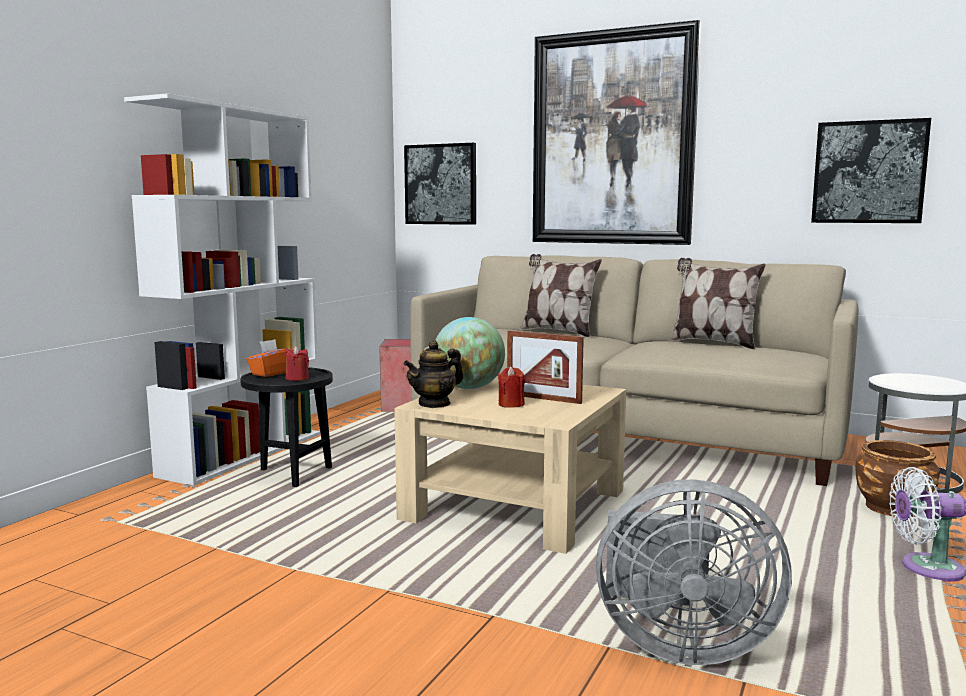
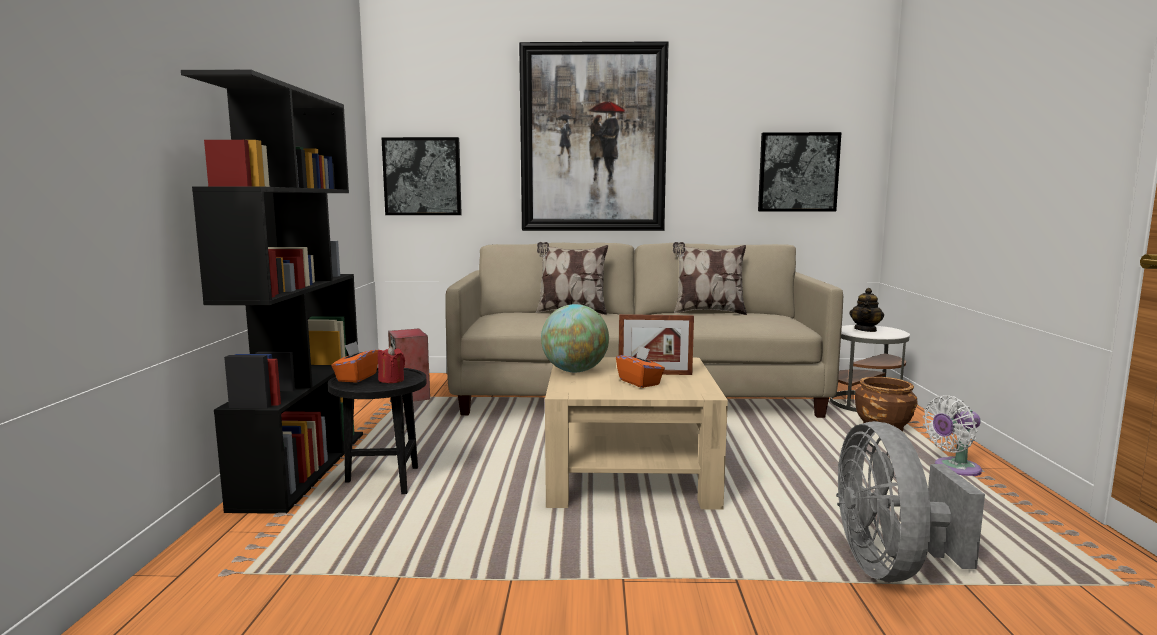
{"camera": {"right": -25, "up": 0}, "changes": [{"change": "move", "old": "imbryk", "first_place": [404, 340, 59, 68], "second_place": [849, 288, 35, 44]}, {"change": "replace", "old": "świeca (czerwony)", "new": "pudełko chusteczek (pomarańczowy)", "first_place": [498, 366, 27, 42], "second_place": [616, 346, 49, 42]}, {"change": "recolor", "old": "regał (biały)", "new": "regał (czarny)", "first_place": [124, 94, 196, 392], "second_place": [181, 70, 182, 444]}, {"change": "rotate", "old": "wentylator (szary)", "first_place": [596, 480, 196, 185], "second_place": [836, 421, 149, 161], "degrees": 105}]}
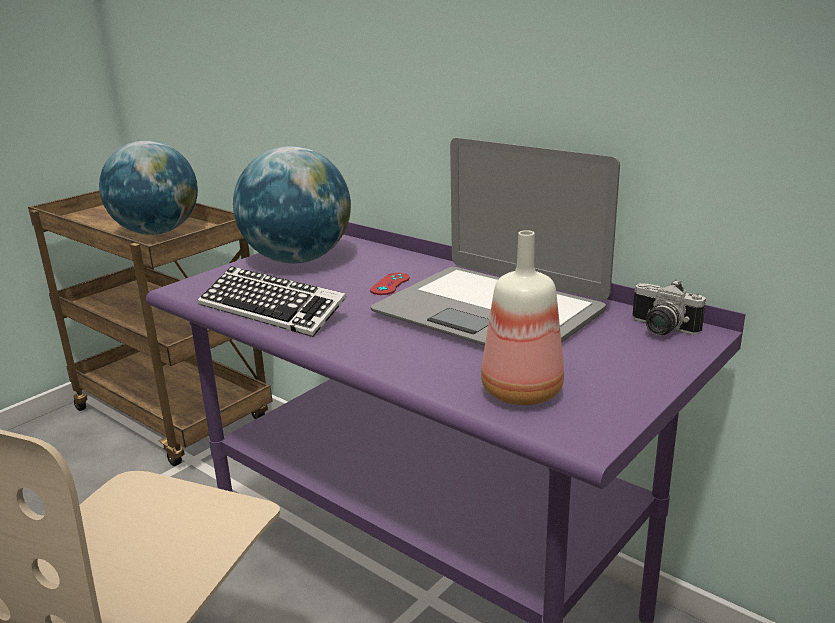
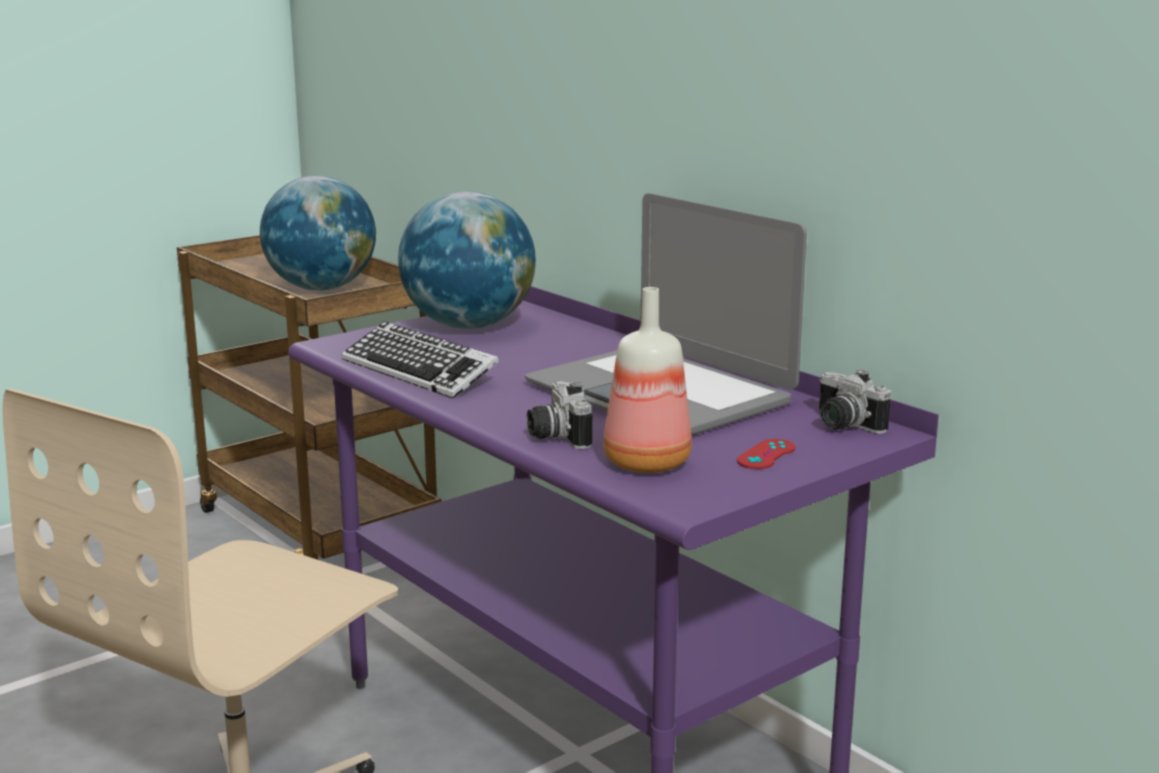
{"camera": {"right": 10, "up": -5}, "changes": [{"change": "insert", "new": "aparat fotograficzny", "second_place": [527, 381, 65, 68]}, {"change": "move", "old": "pad do gier (czerwony)", "first_place": [370, 273, 40, 22], "second_place": [737, 439, 58, 30]}]}
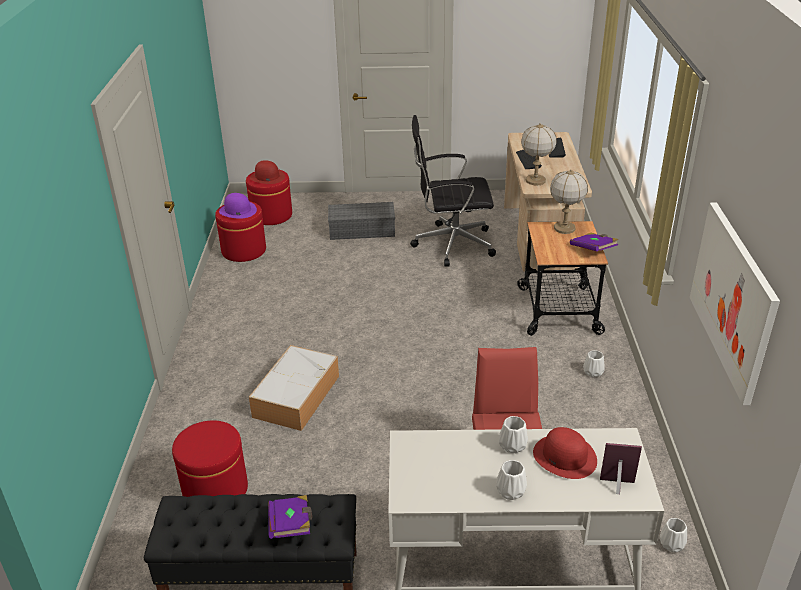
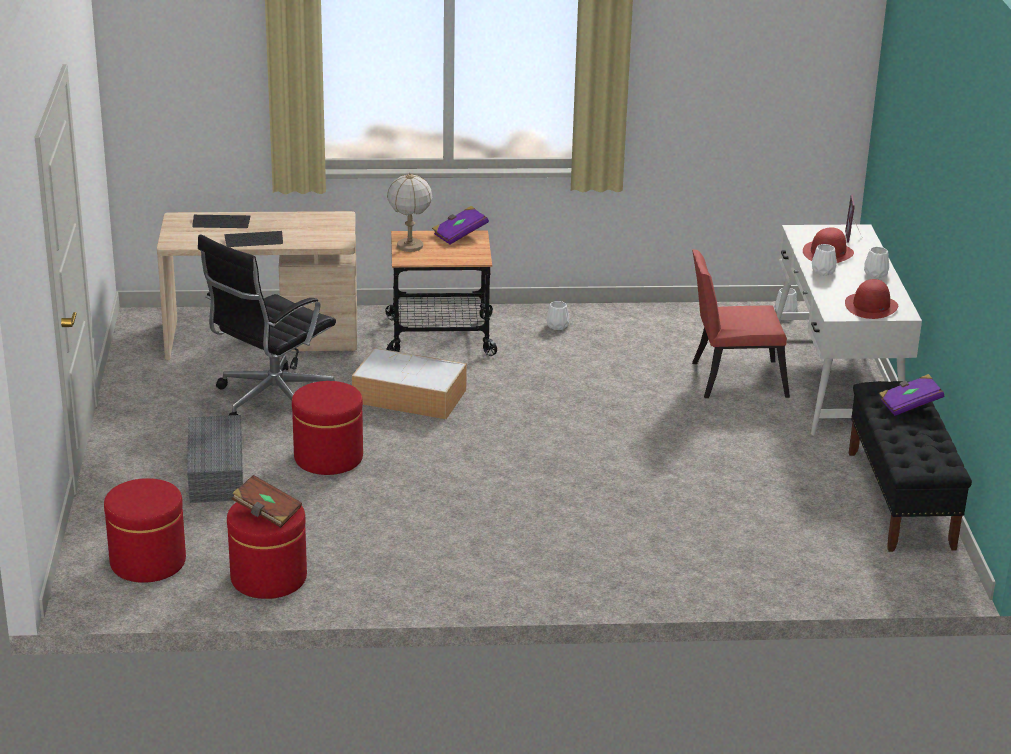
{"camera": {"right": -95, "up": -5}, "changes": [{"change": "delete", "old": "lampa stołowa", "first_place": [521, 123, 35, 62]}, {"change": "delete", "old": "obraz", "first_place": [690, 203, 90, 202]}, {"change": "move", "old": "pufa (czerwony)", "first_place": [172, 420, 76, 77], "second_place": [292, 381, 71, 94]}, {"change": "move", "old": "pojemnik do przechowywania", "first_place": [249, 345, 90, 86], "second_place": [352, 348, 115, 71]}, {"change": "move", "old": "kapelusz (czerwony)", "first_place": [250, 160, 35, 24], "second_place": [845, 279, 53, 40]}, {"change": "replace", "old": "kapelusz (fioletowy)", "new": "książka (brązowy)", "first_place": [219, 193, 38, 26], "second_place": [232, 475, 70, 53]}, {"change": "rotate", "old": "krzesło biurowe (czarny)", "first_place": [410, 115, 86, 152], "second_place": [198, 234, 138, 181], "degrees": 45}]}
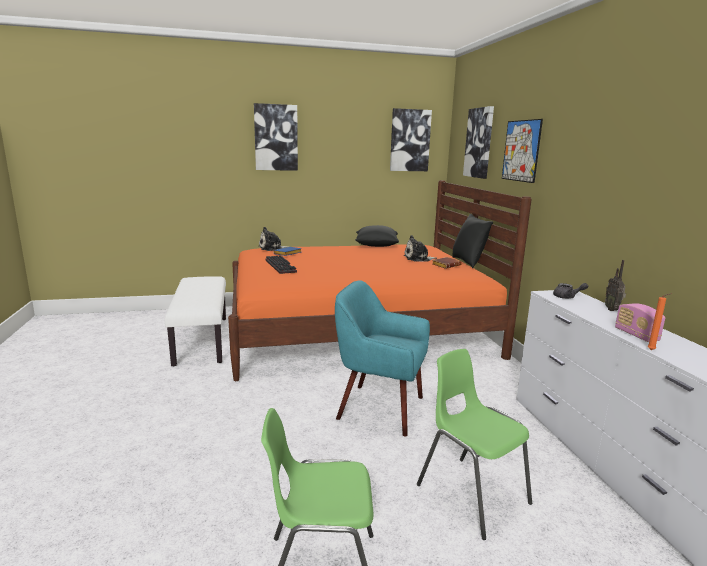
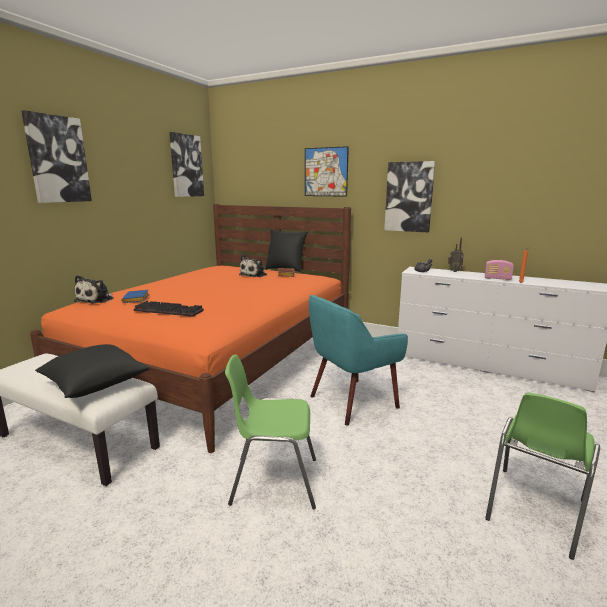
{"camera": {"right": -50, "up": 0}, "changes": [{"change": "move", "old": "poduszka (czarny)", "first_place": [355, 225, 44, 22], "second_place": [35, 344, 114, 54]}, {"change": "move", "old": "krzesło (zielony)", "first_place": [417, 349, 115, 191], "second_place": [225, 354, 91, 156]}, {"change": "move", "old": "obraz", "first_place": [463, 106, 31, 73], "second_place": [384, 161, 51, 71]}]}
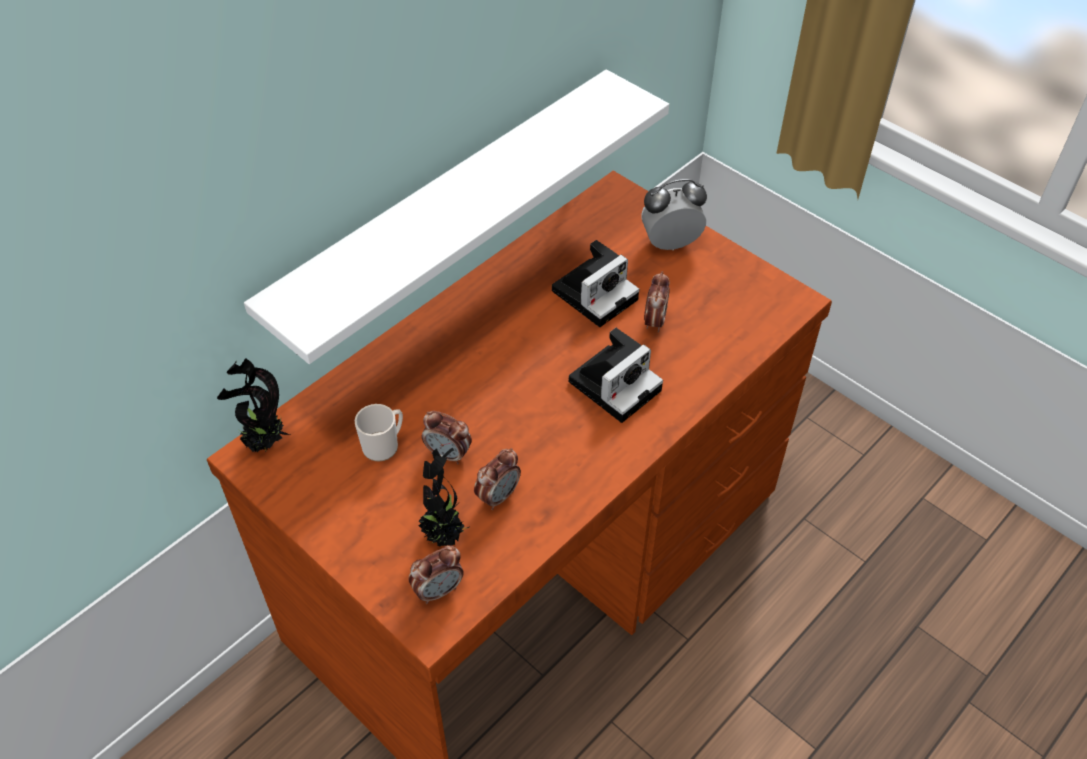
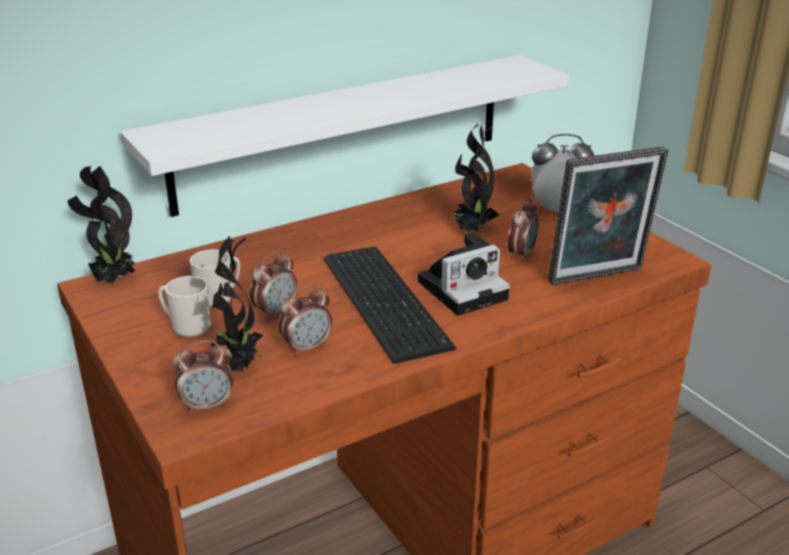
{"camera": {"right": 15, "up": -20}, "changes": [{"change": "insert", "new": "kubek", "second_place": [158, 276, 53, 61]}, {"change": "insert", "new": "klawiatura", "second_place": [324, 246, 132, 118]}, {"change": "insert", "new": "ramka na zdjęcie", "second_place": [548, 146, 120, 139]}, {"change": "replace", "old": "aparat fotograficzny", "new": "roślina doniczkowa", "first_place": [552, 240, 87, 87], "second_place": [454, 124, 45, 108]}, {"change": "rotate", "old": "budzik", "first_place": [422, 411, 50, 53], "second_place": [250, 251, 47, 70], "degrees": -90}]}
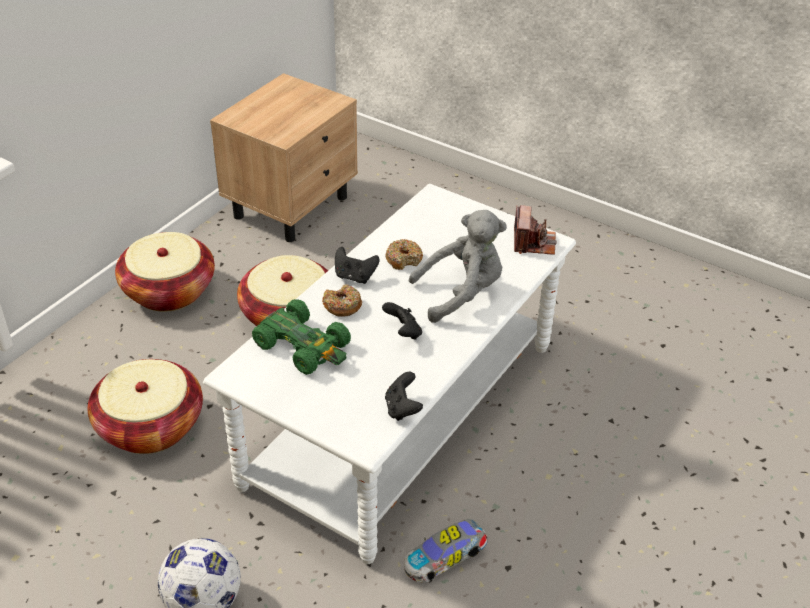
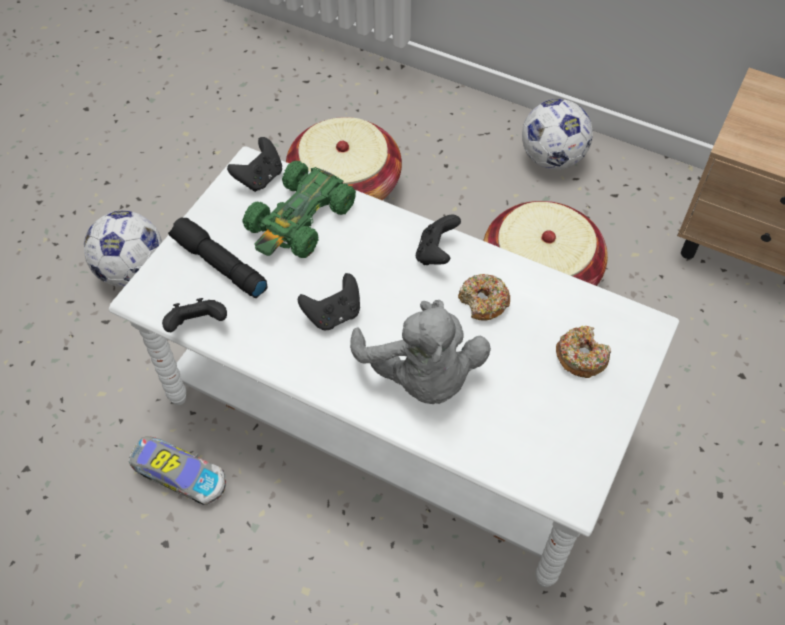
{"camera": {"right": 85, "up": 15}, "changes": [{"change": "delete", "old": "aparat fotograficzny", "first_place": [514, 205, 42, 50]}, {"change": "insert", "new": "latarka (czarny)", "second_place": [168, 218, 99, 80]}, {"change": "insert", "new": "pad do gier (czarny)", "second_place": [227, 137, 55, 55]}, {"change": "move", "old": "donut", "first_place": [322, 284, 40, 33], "second_place": [556, 325, 55, 53]}, {"change": "replace", "old": "koszyk", "new": "piłka futbolowa", "first_place": [115, 232, 100, 79], "second_place": [522, 99, 71, 71]}, {"change": "rotate", "old": "samochodzik", "first_place": [404, 519, 84, 63], "second_place": [129, 436, 97, 69], "degrees": 150}]}
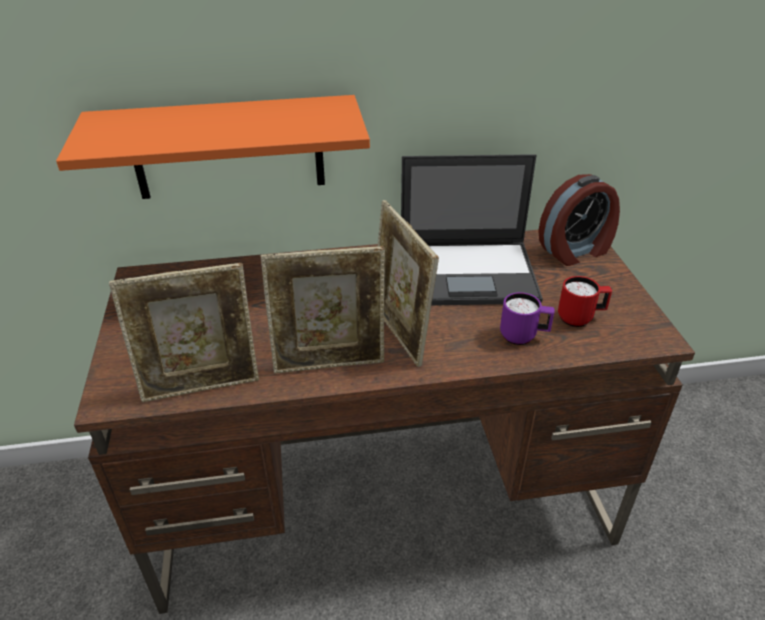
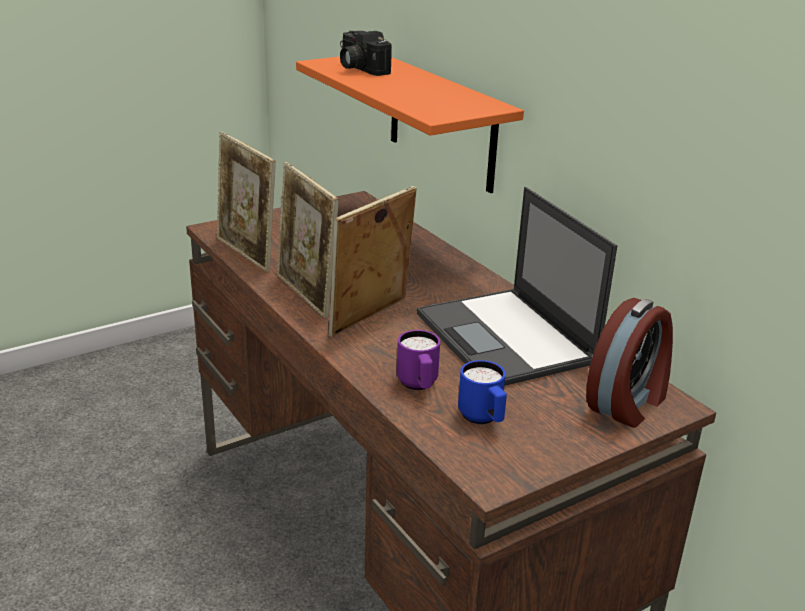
{"camera": {"right": 65, "up": -10}, "changes": [{"change": "insert", "new": "aparat fotograficzny", "second_place": [340, 31, 52, 45]}, {"change": "recolor", "old": "kubek (czerwony)", "new": "kubek (niebieski)", "first_place": [558, 276, 54, 51], "second_place": [458, 360, 49, 64]}, {"change": "rotate", "old": "budzik", "first_place": [538, 174, 82, 92], "second_place": [586, 298, 87, 130], "degrees": -90}]}
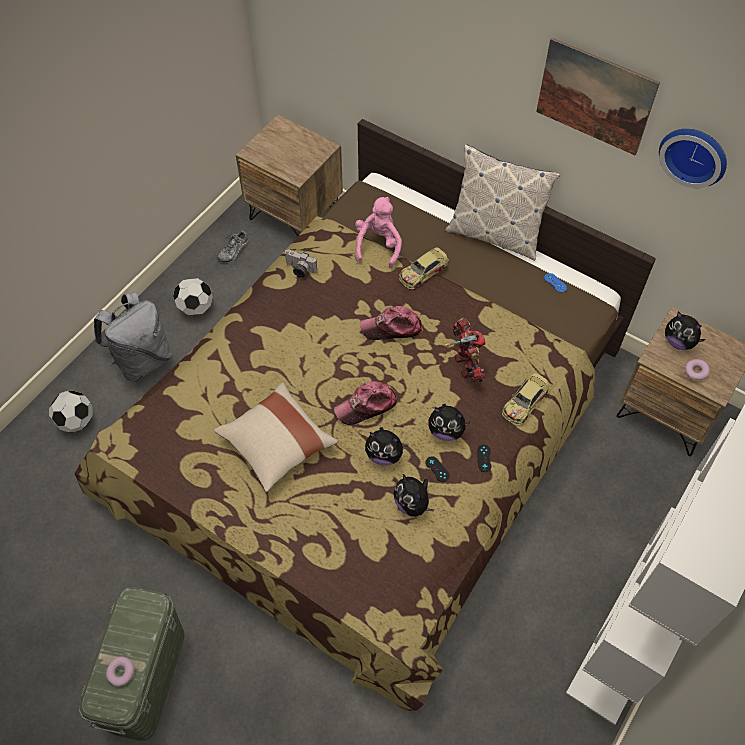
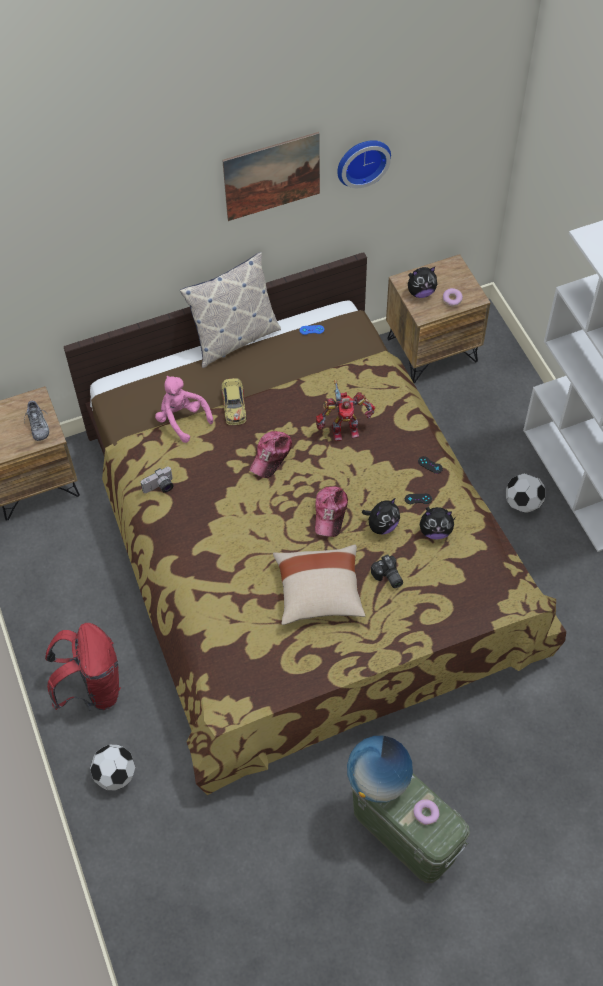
{"camera": {"right": -55, "up": 0}, "changes": [{"change": "delete", "old": "pluszak", "first_place": [428, 404, 43, 37]}, {"change": "delete", "old": "samochodzik", "first_place": [502, 373, 48, 52]}, {"change": "insert", "new": "globus", "second_place": [347, 736, 66, 67]}, {"change": "insert", "new": "aparat fotograficzny", "second_place": [371, 555, 32, 33]}, {"change": "move", "old": "piłka futbolowa", "first_place": [173, 278, 40, 38], "second_place": [506, 473, 39, 40]}, {"change": "move", "old": "but", "first_place": [217, 231, 32, 32], "second_place": [24, 399, 25, 42]}, {"change": "recolor", "old": "plecak (szary)", "new": "plecak (czerwony)", "first_place": [94, 292, 78, 90], "second_place": [45, 623, 76, 88]}, {"change": "rotate", "old": "robot zabawkowy", "first_place": [444, 318, 41, 64], "second_place": [316, 380, 59, 61], "degrees": 150}]}
